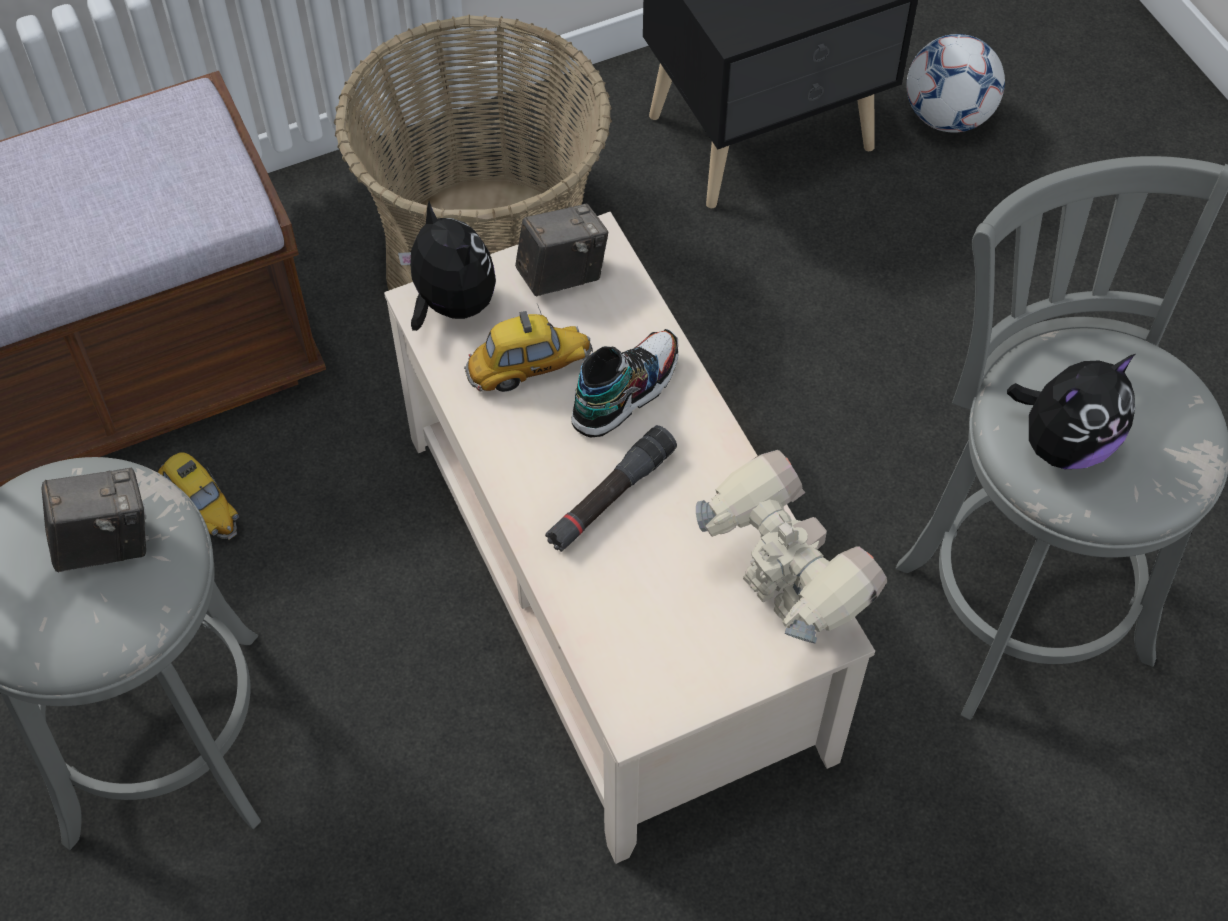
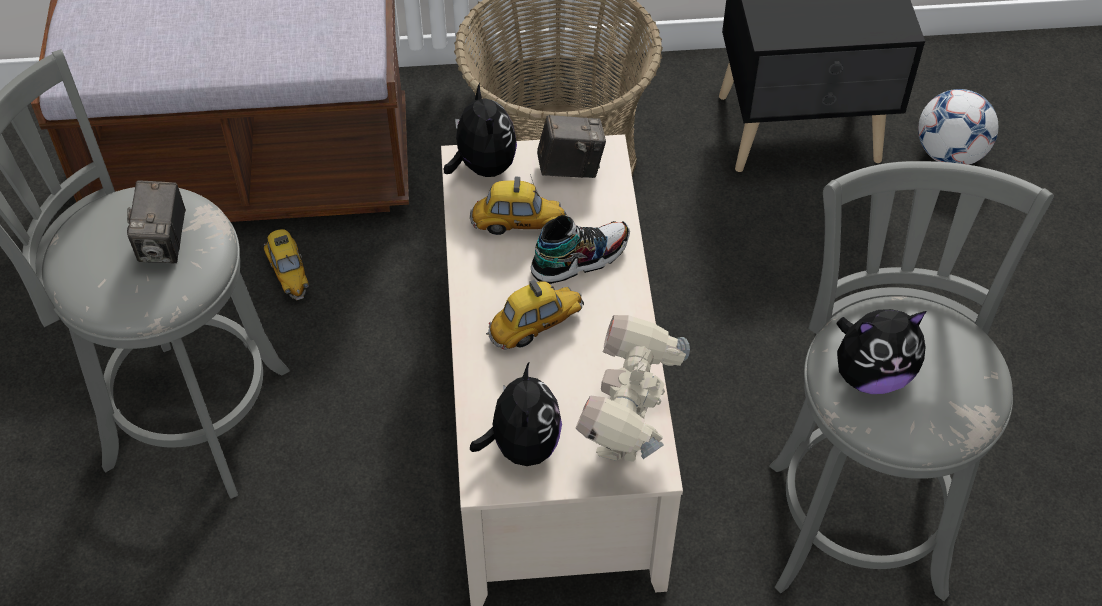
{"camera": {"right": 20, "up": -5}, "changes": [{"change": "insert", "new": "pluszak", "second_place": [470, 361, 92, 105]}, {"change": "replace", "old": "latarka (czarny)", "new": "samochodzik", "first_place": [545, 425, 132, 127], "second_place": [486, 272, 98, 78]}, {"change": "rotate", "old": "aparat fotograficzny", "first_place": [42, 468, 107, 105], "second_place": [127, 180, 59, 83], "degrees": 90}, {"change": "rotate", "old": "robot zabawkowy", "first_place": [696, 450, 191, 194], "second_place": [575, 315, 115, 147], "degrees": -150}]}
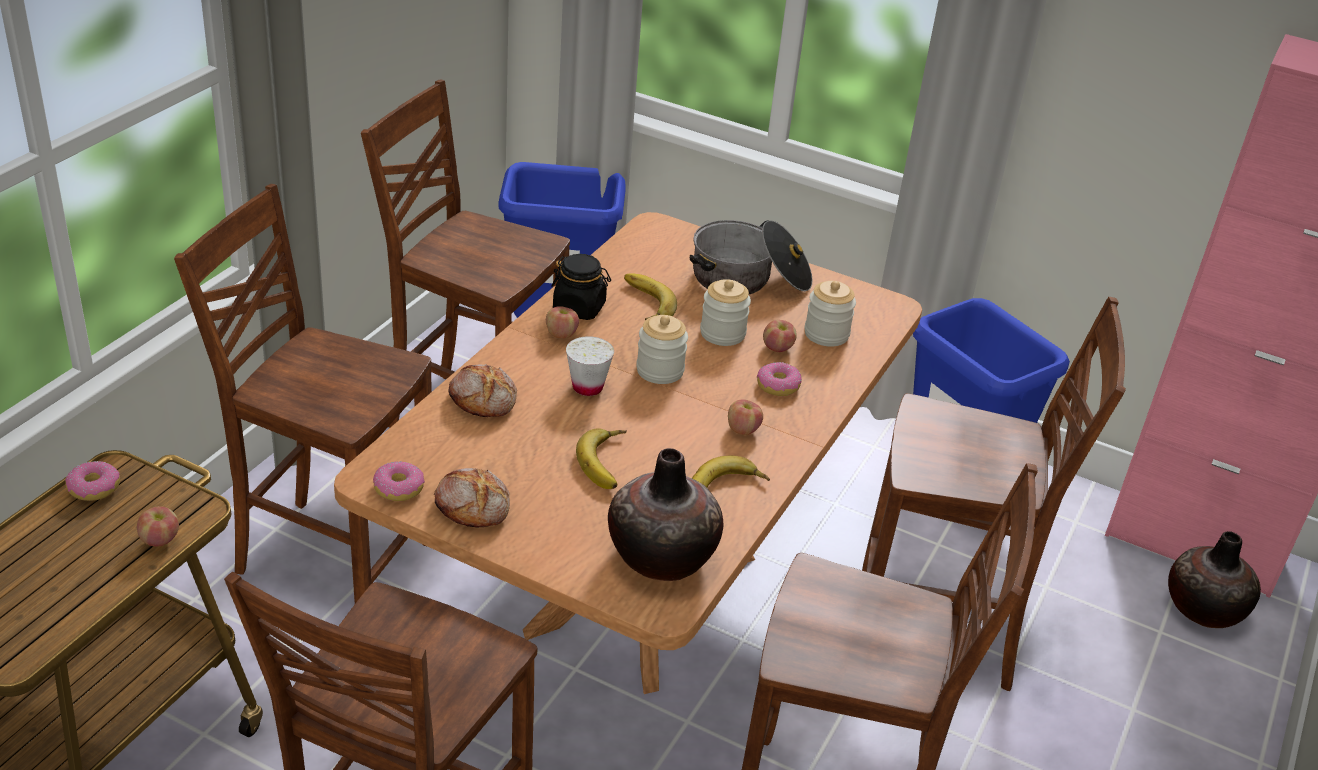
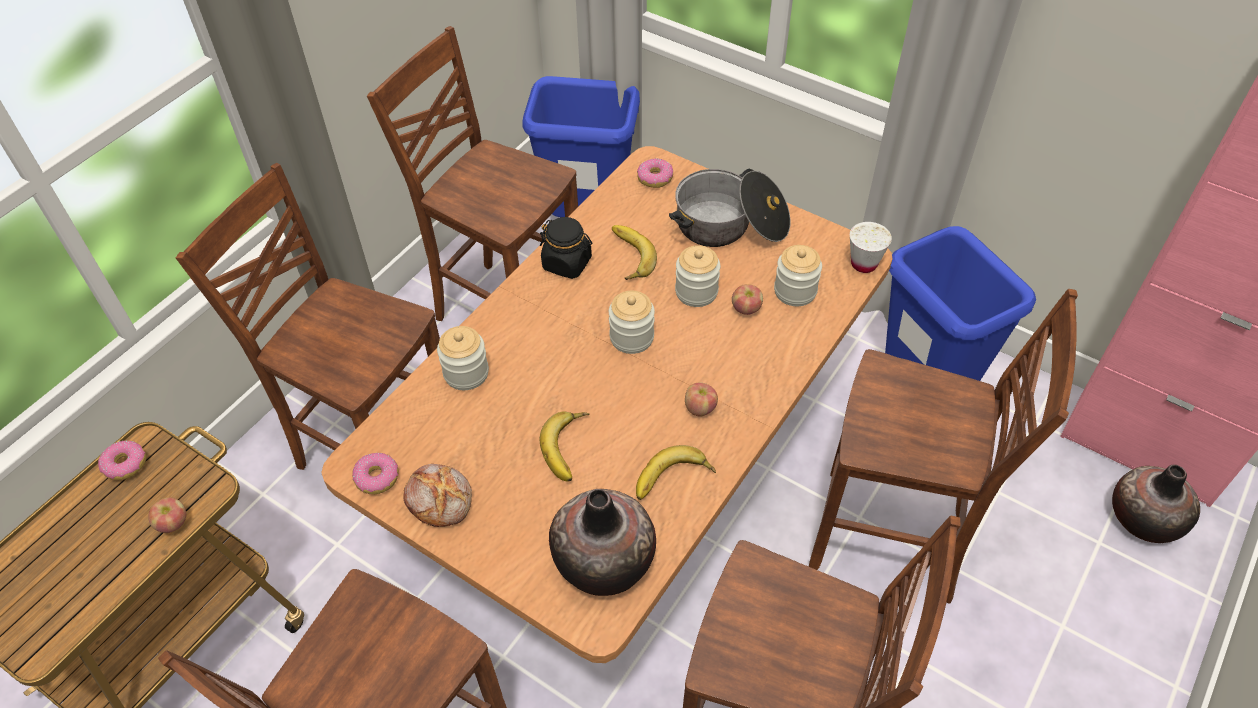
{"camera": {"right": 10, "up": 15}, "changes": [{"change": "delete", "old": "jabłko", "first_place": [546, 306, 33, 33]}, {"change": "move", "old": "filiżanka (biały)", "first_place": [566, 336, 48, 60], "second_place": [850, 222, 42, 51]}, {"change": "move", "old": "donut", "first_place": [757, 362, 45, 34], "second_place": [637, 158, 36, 30]}, {"change": "replace", "old": "chleb", "new": "słoik", "first_place": [448, 364, 69, 53], "second_place": [437, 326, 52, 64]}]}
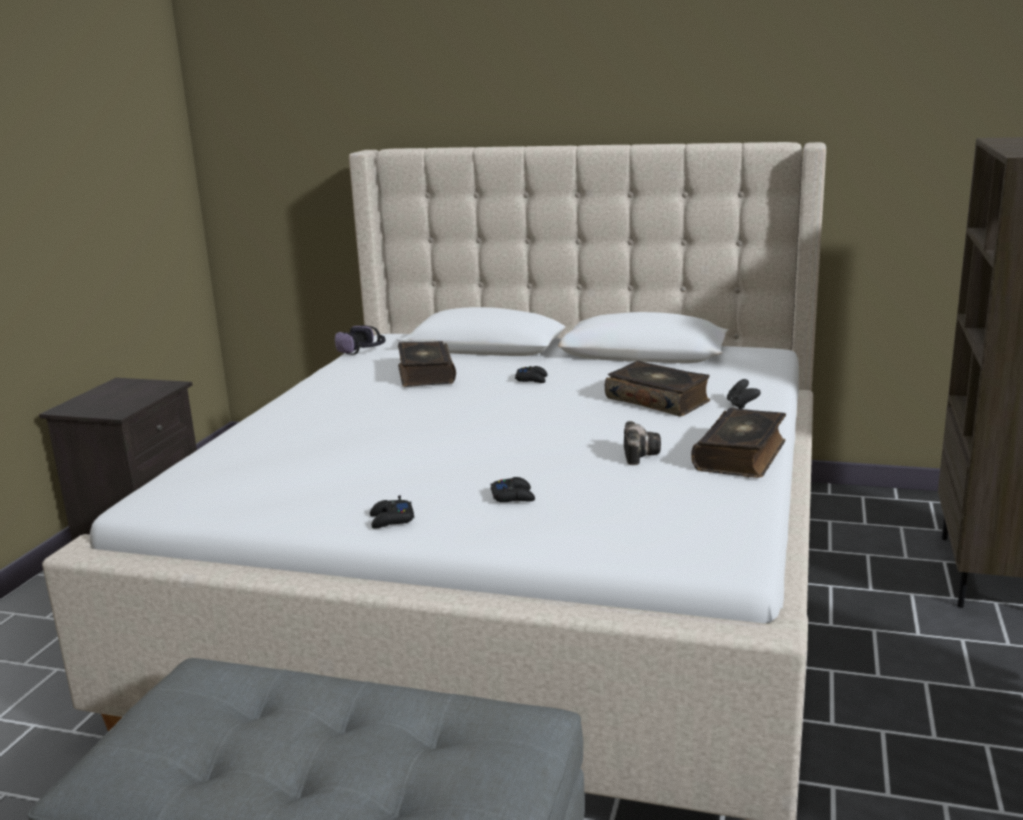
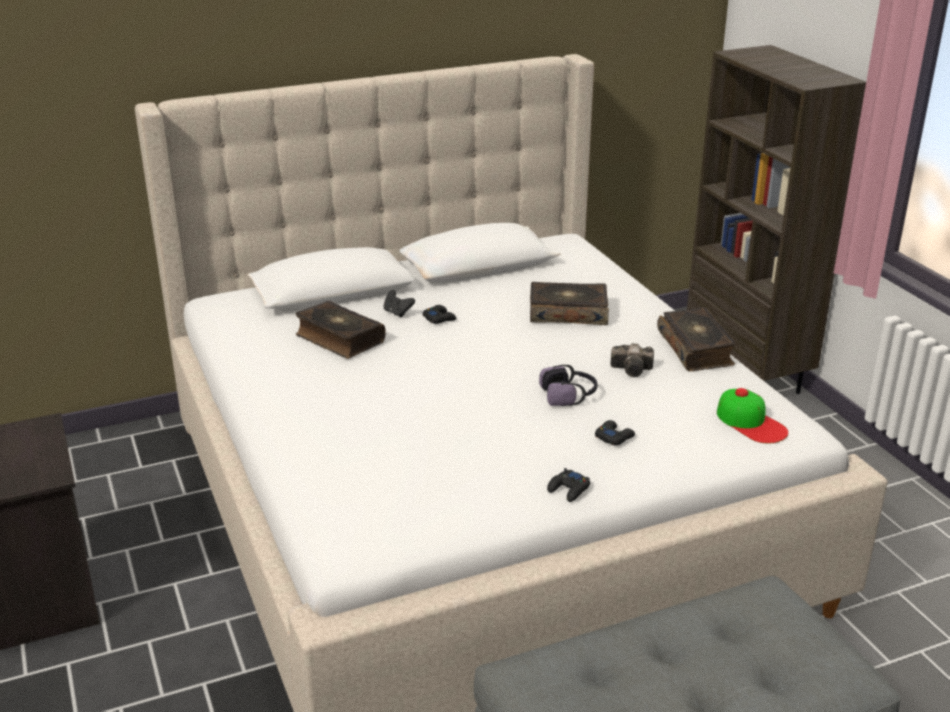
{"camera": {"right": -40, "up": 10}, "changes": [{"change": "insert", "new": "czapka z daszkiem", "second_place": [717, 388, 71, 56]}, {"change": "move", "old": "słuchawki", "first_place": [335, 325, 50, 30], "second_place": [539, 365, 59, 41]}, {"change": "move", "old": "pad do gier (czarny)", "first_place": [727, 379, 34, 30], "second_place": [384, 290, 31, 28]}, {"change": "rotate", "old": "aparat fotograficzny", "first_place": [624, 421, 37, 44], "second_place": [611, 343, 43, 34], "degrees": 135}]}
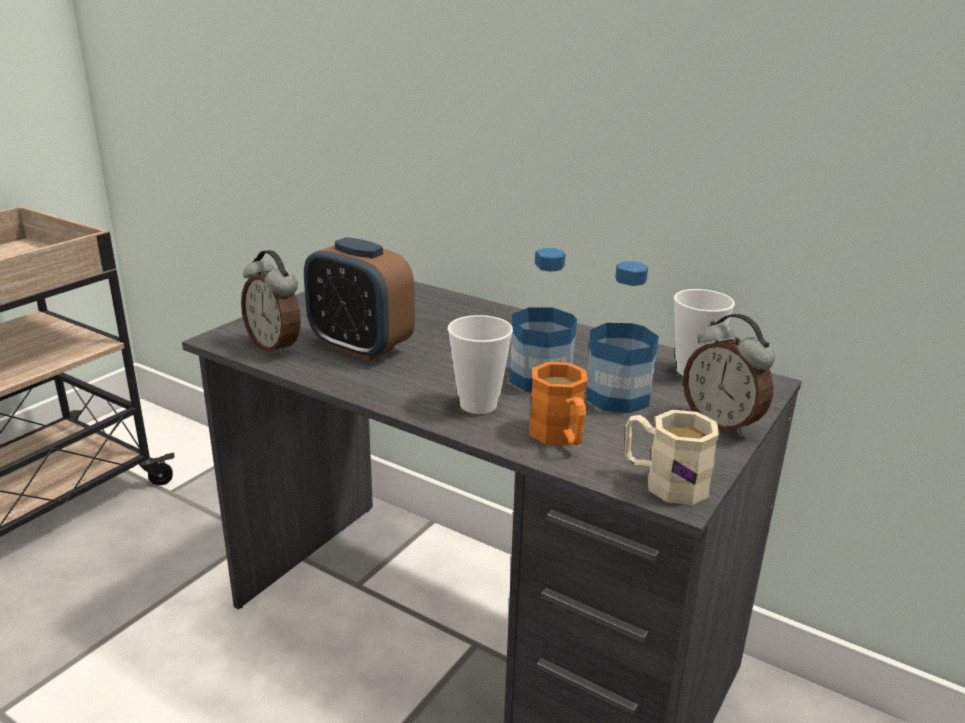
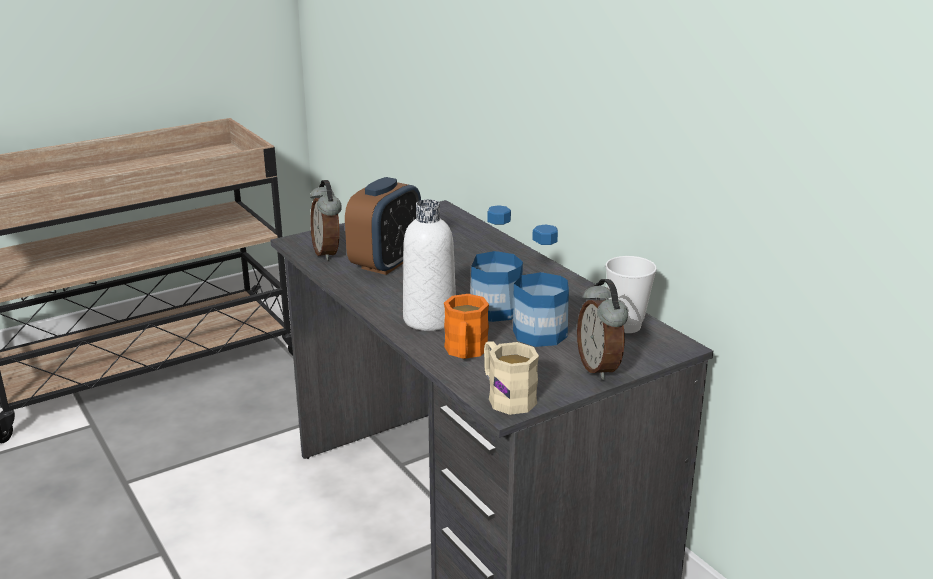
{"camera": {"right": 25, "up": 0}, "changes": [{"change": "replace", "old": "filiżanka", "new": "butelka (biały)", "first_place": [447, 315, 66, 99], "second_place": [403, 199, 53, 132]}, {"change": "rotate", "old": "budzik", "first_place": [304, 237, 111, 124], "second_place": [345, 177, 76, 98], "degrees": -120}]}
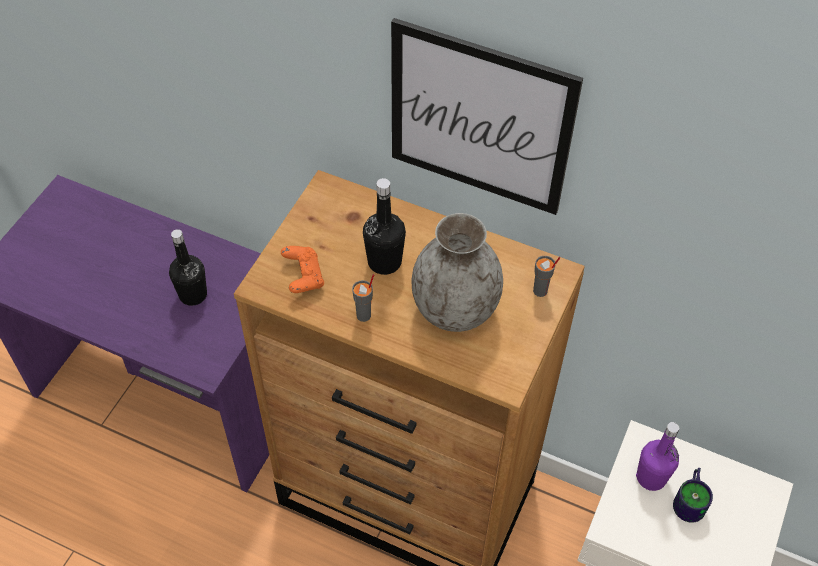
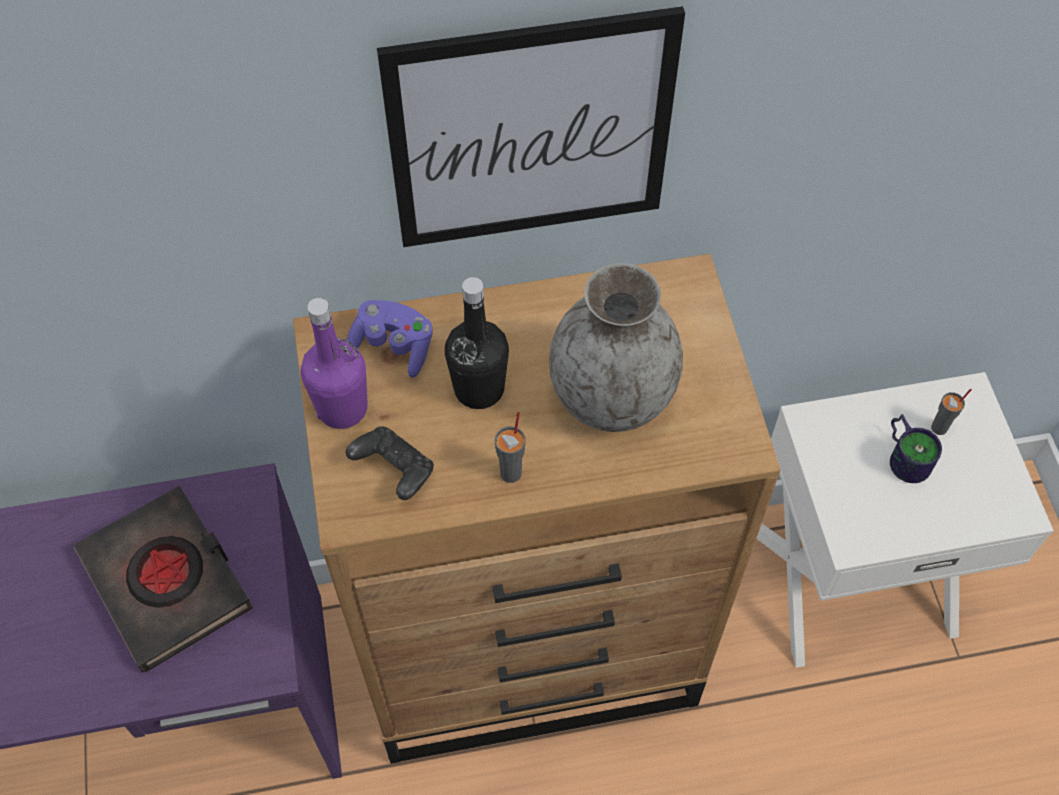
{"camera": {"right": -35, "up": 5}, "changes": [{"change": "insert", "new": "pad do gier (fioletowy)", "second_place": [347, 300, 86, 78]}, {"change": "move", "old": "filiżanka (szary)", "first_place": [533, 256, 27, 41], "second_place": [931, 389, 41, 46]}, {"change": "move", "old": "butelka (fioletowy)", "first_place": [636, 422, 43, 69], "second_place": [300, 298, 68, 131]}, {"change": "replace", "old": "butelka (czarny)", "new": "książka (czarny)", "first_place": [169, 229, 38, 77], "second_place": [74, 486, 179, 187]}, {"change": "recolor", "old": "pad do gier (pomarańczowy)", "new": "pad do gier (czarny)", "first_place": [281, 246, 43, 47], "second_place": [346, 426, 88, 74]}]}
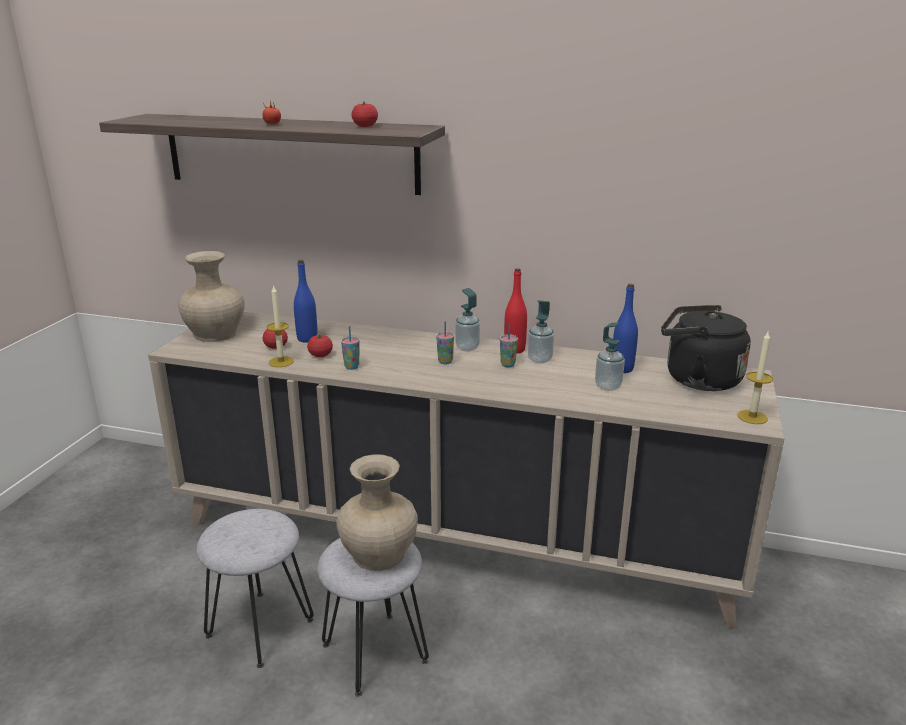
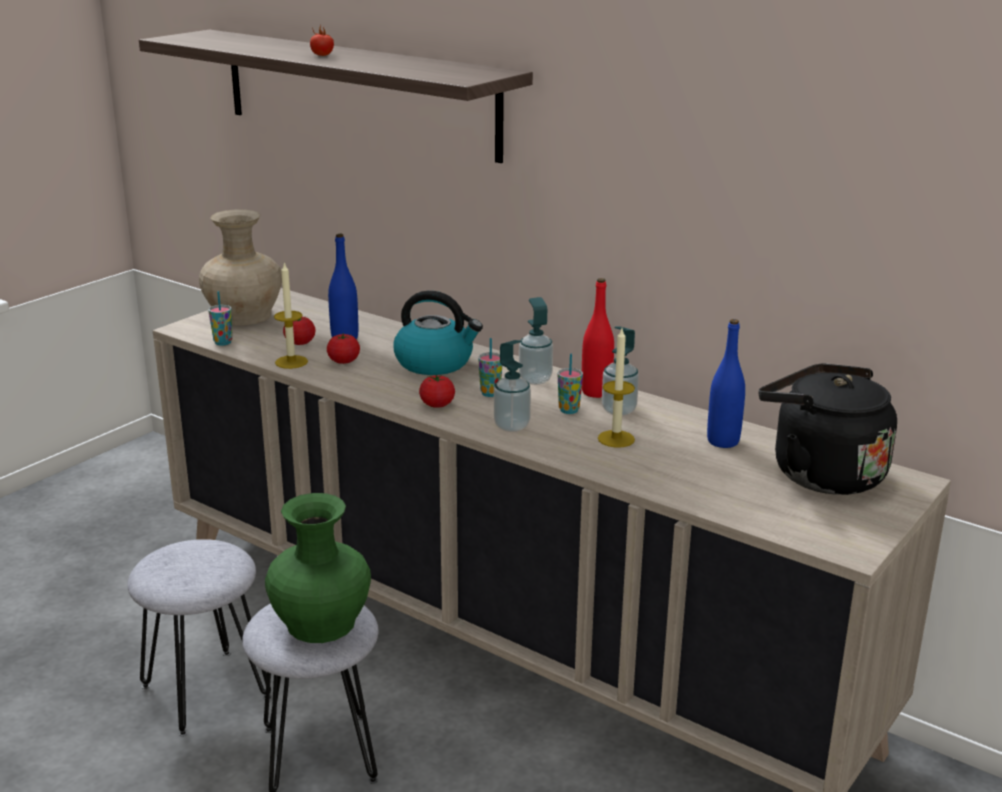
{"camera": {"right": 20, "up": 0}, "changes": [{"change": "insert", "new": "czajnik", "second_place": [393, 291, 90, 84]}, {"change": "move", "old": "filiżanka", "first_place": [341, 326, 19, 44], "second_place": [208, 291, 24, 55]}, {"change": "move", "old": "pomidor", "first_place": [351, 101, 27, 26], "second_place": [419, 375, 36, 33]}, {"change": "move", "old": "dozownik mydła", "first_place": [595, 322, 30, 69], "second_place": [494, 340, 37, 92]}, {"change": "move", "old": "świeca", "first_place": [737, 330, 36, 94], "second_place": [598, 329, 37, 119]}, {"change": "recolor", "old": "wazon (beżowy)", "new": "wazon (zielony)", "first_place": [336, 454, 82, 117], "second_place": [265, 493, 106, 150]}]}
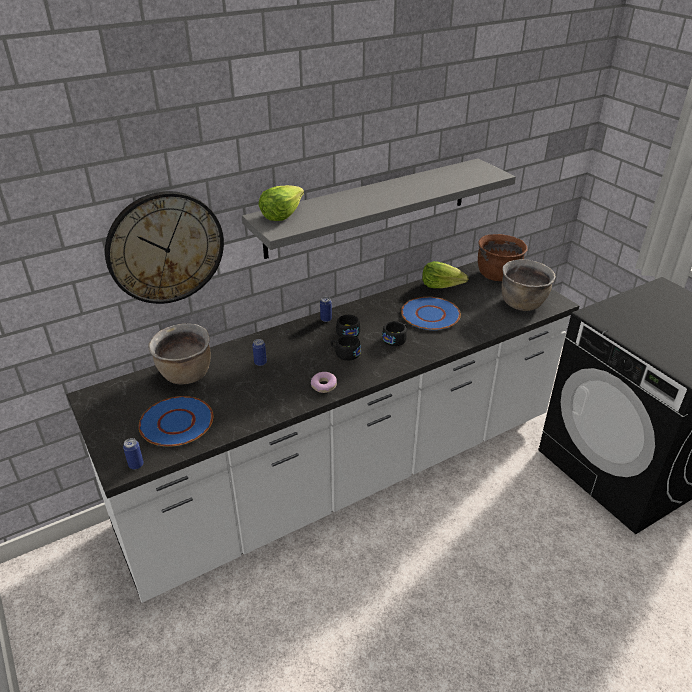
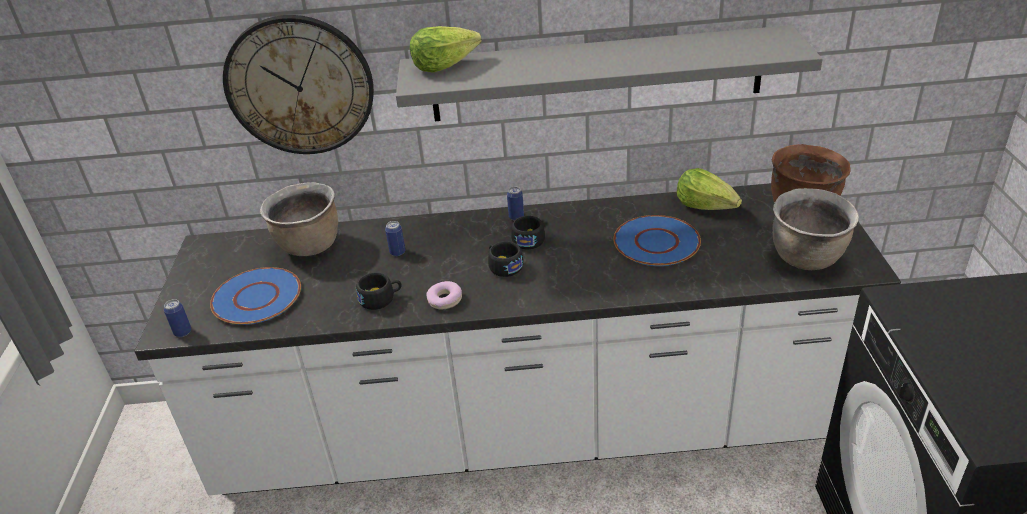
{"camera": {"right": 30, "up": 0}, "changes": [{"change": "move", "old": "filiżanka (czarny)", "first_place": [382, 321, 25, 25], "second_place": [356, 272, 46, 38]}]}
